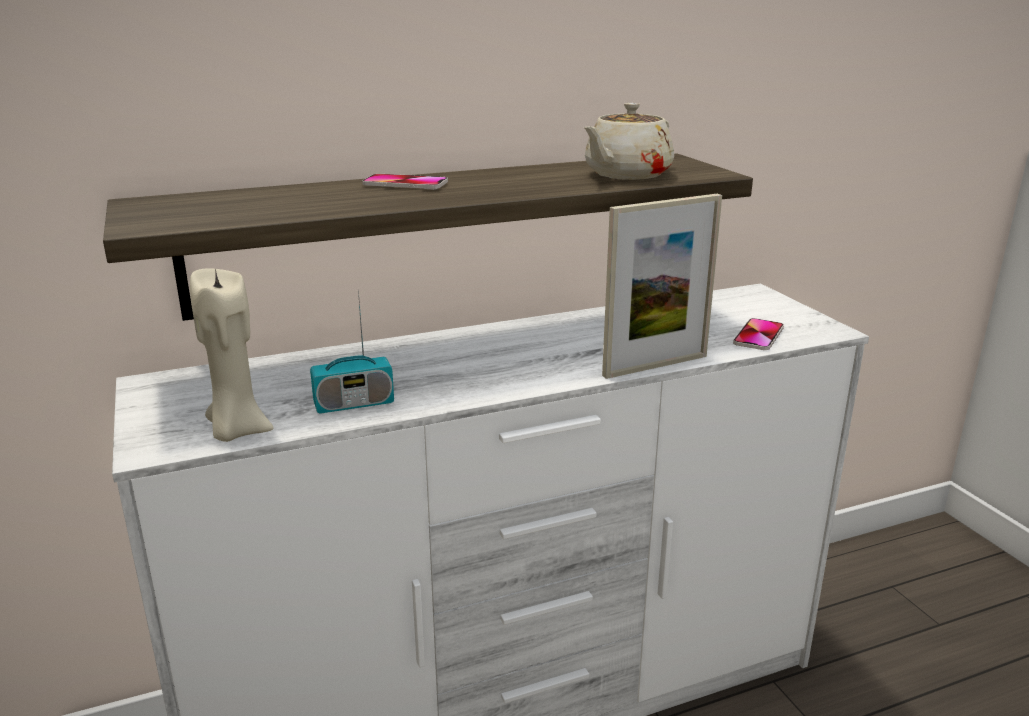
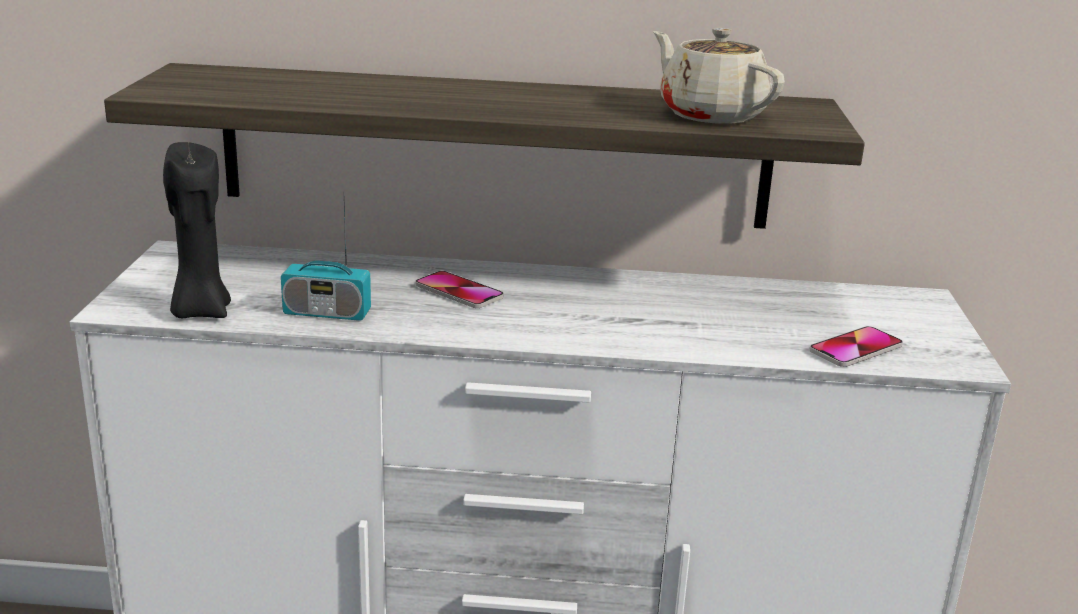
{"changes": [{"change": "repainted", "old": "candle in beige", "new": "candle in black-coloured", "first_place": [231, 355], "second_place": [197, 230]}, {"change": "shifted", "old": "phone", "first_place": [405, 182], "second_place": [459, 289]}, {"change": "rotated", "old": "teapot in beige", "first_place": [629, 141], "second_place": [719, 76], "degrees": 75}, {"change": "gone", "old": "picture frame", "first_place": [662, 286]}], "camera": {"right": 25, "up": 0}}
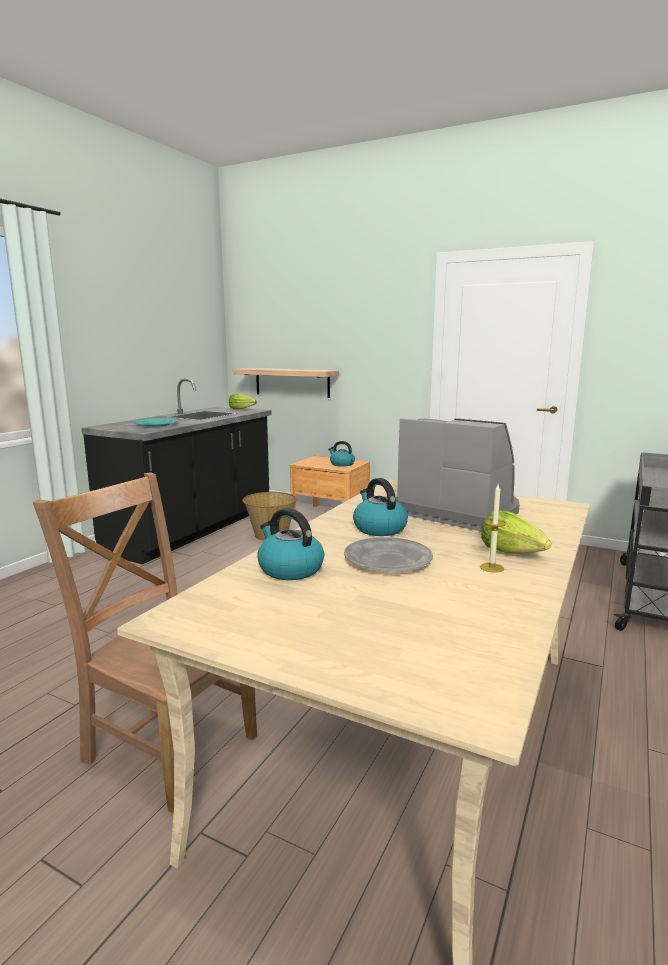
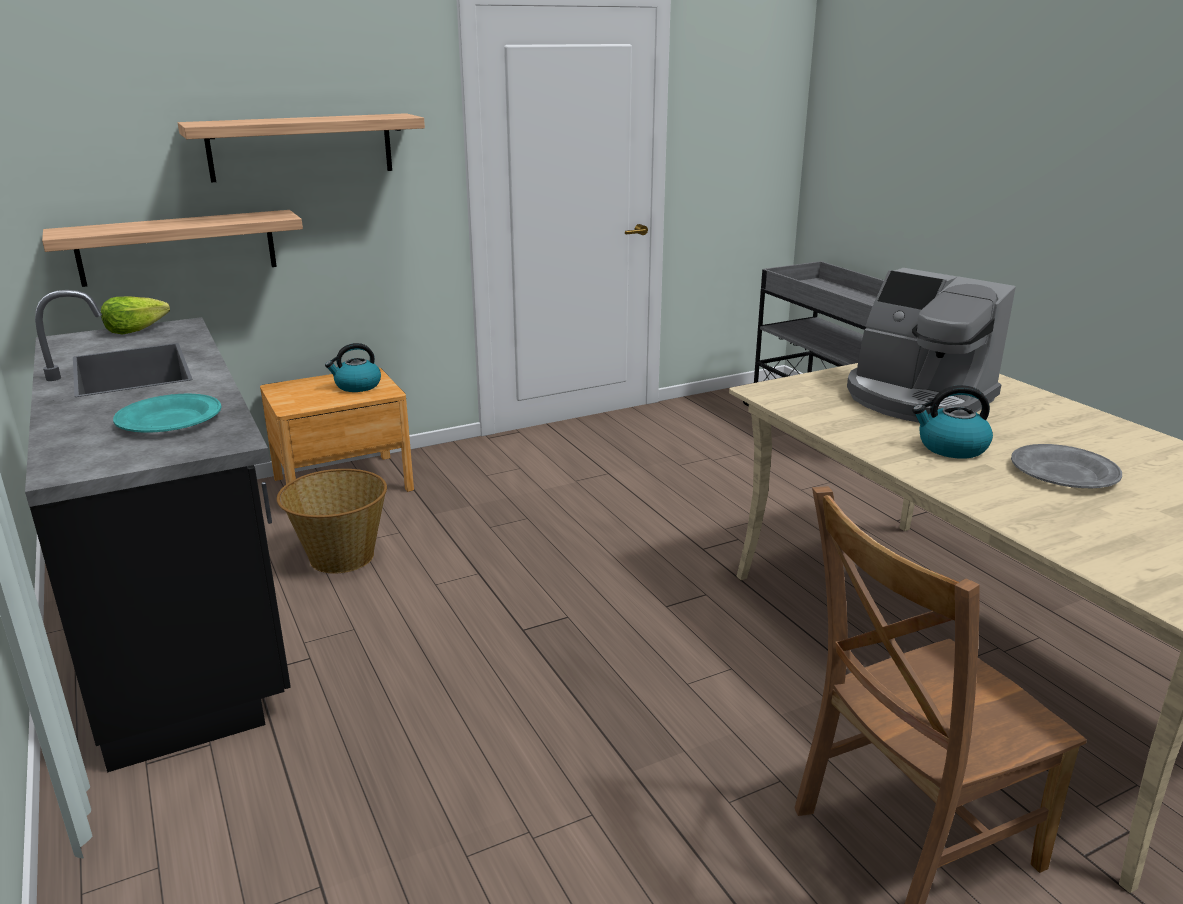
{"changes": [{"change": "new", "new": "shelf", "second_place": [301, 147]}, {"change": "rotated", "old": "coffee machine", "first_place": [457, 474], "second_place": [931, 345], "degrees": -120}, {"change": "gone", "old": "water kettle", "first_place": [290, 544]}, {"change": "gone", "old": "candle", "first_place": [493, 528]}, {"change": "gone", "old": "head of lettuce", "first_place": [516, 532]}], "camera": {"right": -55, "up": 10}}
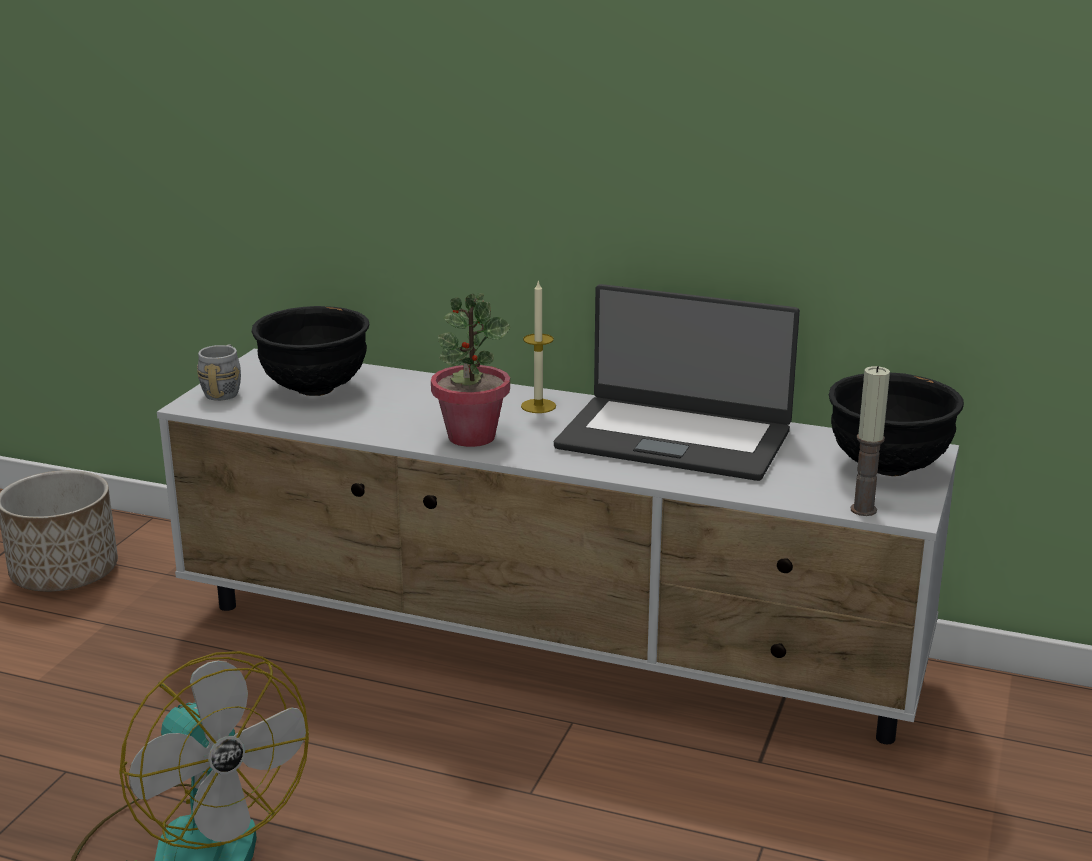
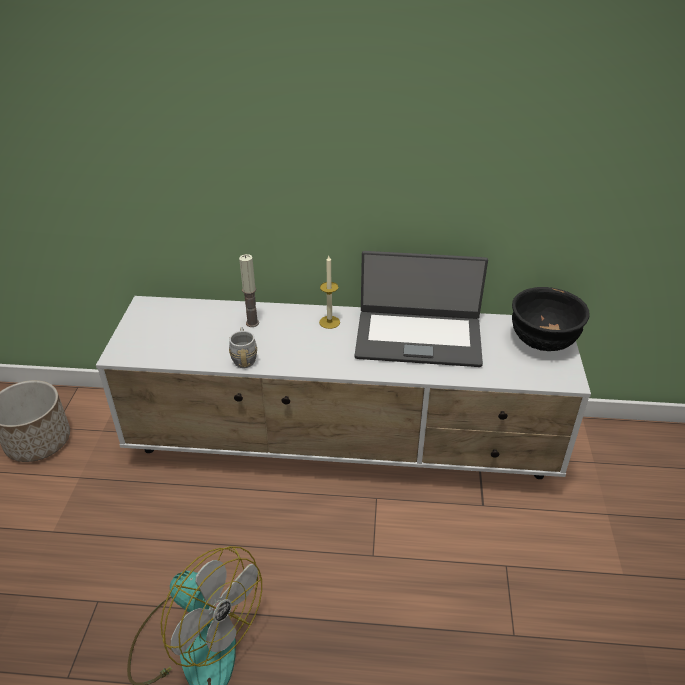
{"changes": [{"change": "shifted", "old": "coffee mug in grey", "first_place": [219, 372], "second_place": [243, 347]}, {"change": "shifted", "old": "candle", "first_place": [870, 441], "second_place": [249, 290]}, {"change": "gone", "old": "serving bowl in black-coloured", "first_place": [310, 351]}, {"change": "gone", "old": "plant in a pot", "first_place": [471, 370]}], "camera": {"right": -15, "up": 15}}
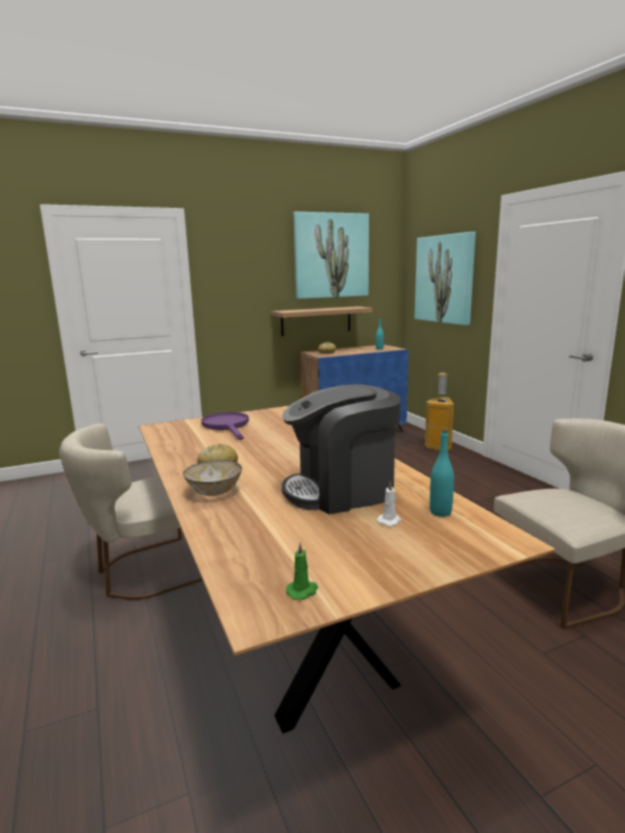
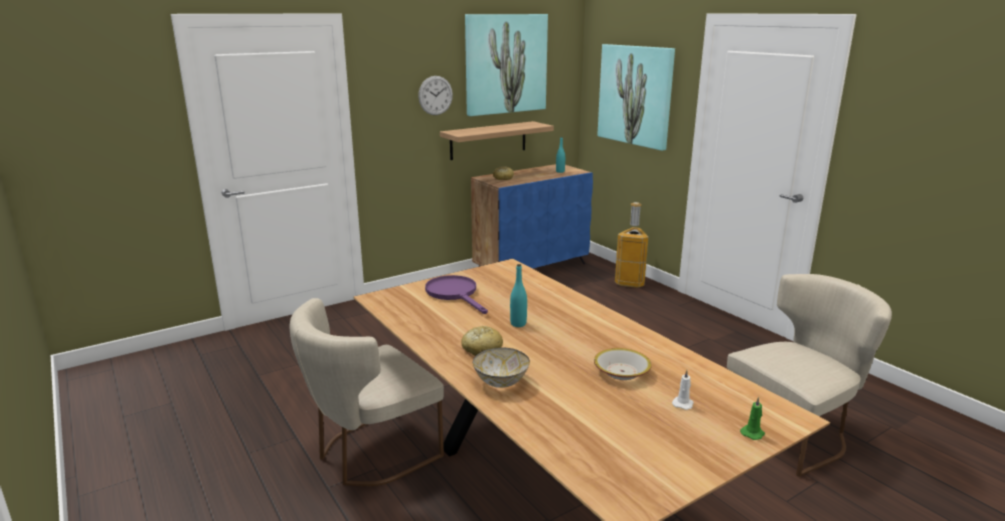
{"changes": [{"change": "new", "new": "wall clock", "second_place": [435, 95]}, {"change": "shifted", "old": "bottle in turquoise-coloured", "first_place": [442, 473], "second_place": [518, 295]}, {"change": "swapped", "old": "coffee machine", "new": "serving bowl", "first_place": [341, 449], "second_place": [623, 364]}, {"change": "shifted", "old": "candle in green-coloured", "first_place": [302, 571], "second_place": [752, 418]}], "camera": {"right": -10, "up": 5}}
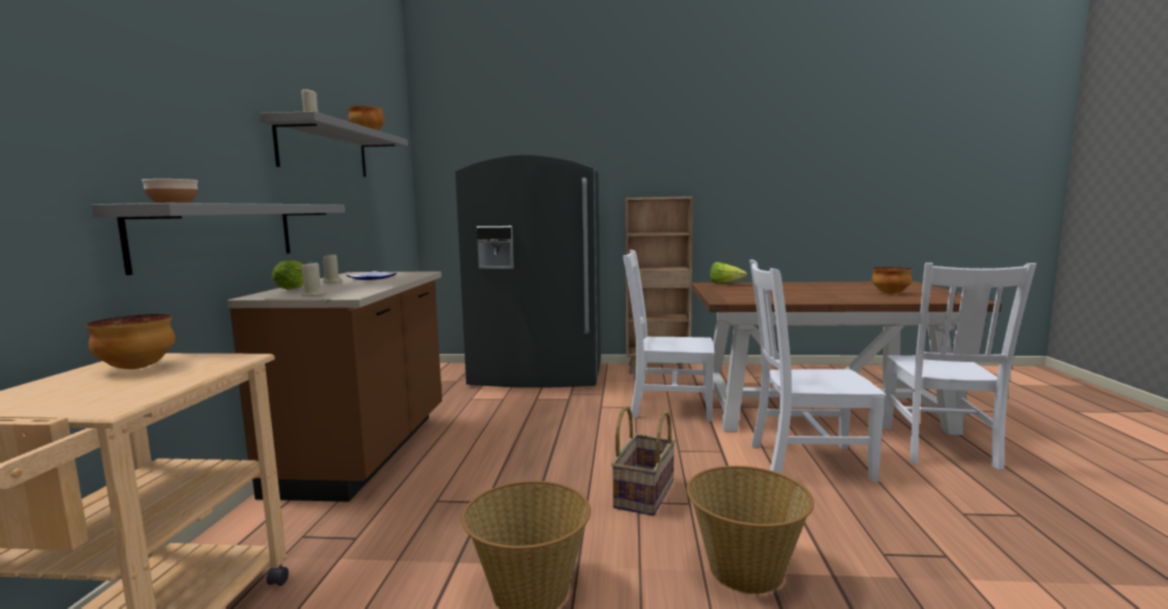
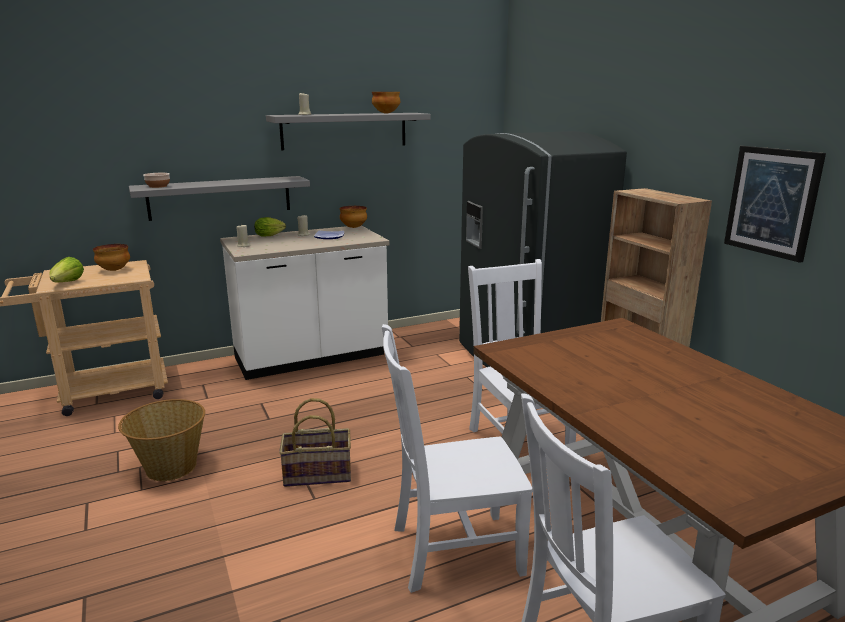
{"changes": [{"change": "shifted", "old": "head of lettuce", "first_place": [728, 273], "second_place": [67, 269]}, {"change": "repainted", "old": "counter in brownish", "new": "counter in whitish", "first_place": [335, 386], "second_place": [304, 302]}, {"change": "shifted", "old": "serving bowl", "first_place": [892, 280], "second_place": [353, 217]}, {"change": "rotated", "old": "plain chair in whitish", "first_place": [818, 371], "second_place": [457, 458], "degrees": -75}, {"change": "new", "new": "wall picture", "second_place": [775, 204]}, {"change": "gone", "old": "household basket", "first_place": [750, 530]}], "camera": {"right": 60, "up": 10}}
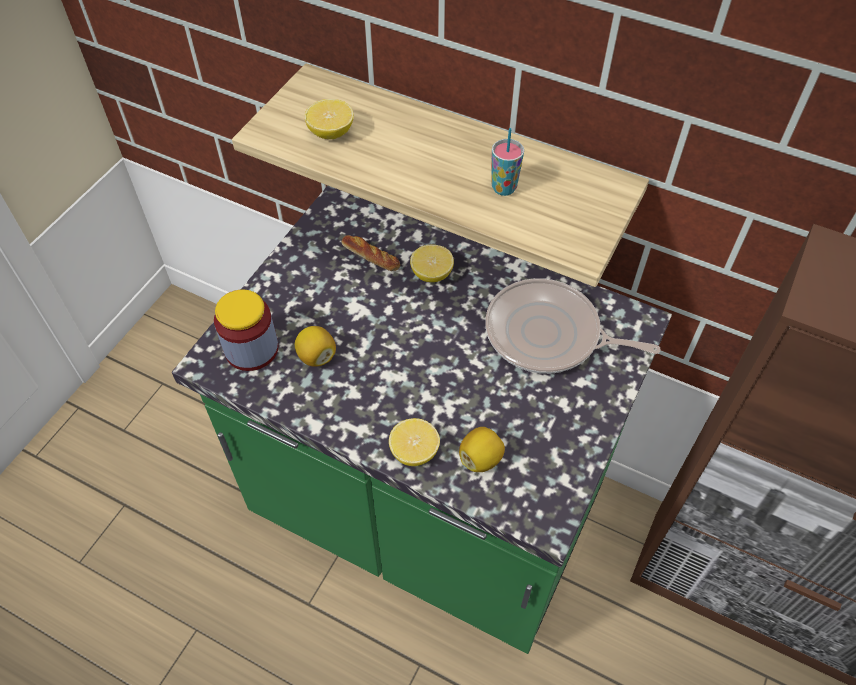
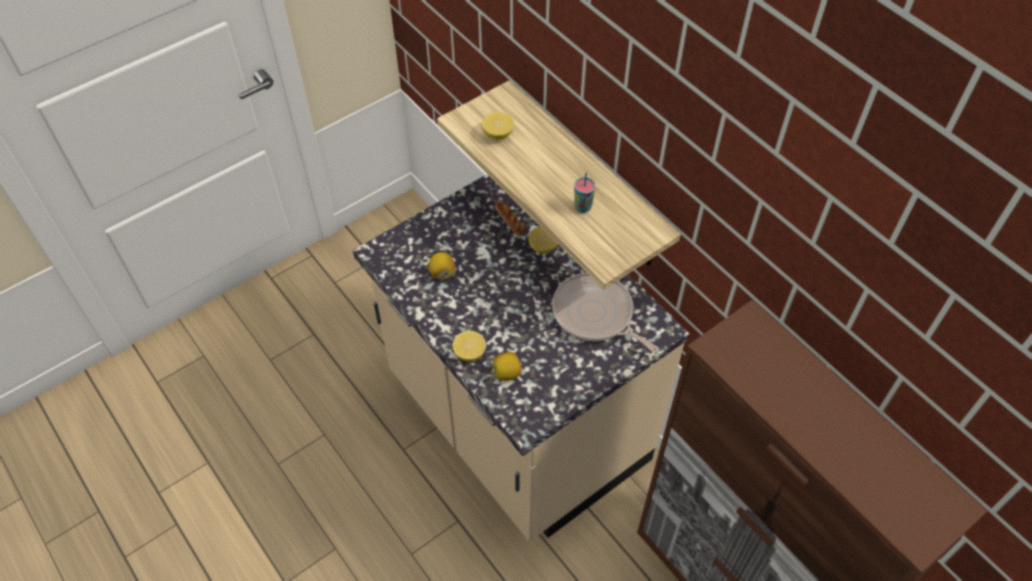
{"changes": [{"change": "repainted", "old": "counter in green-coloured", "new": "counter in beige", "first_place": [422, 419], "second_place": [521, 357]}, {"change": "gone", "old": "jar", "first_place": [246, 330]}], "camera": {"right": 25, "up": 0}}
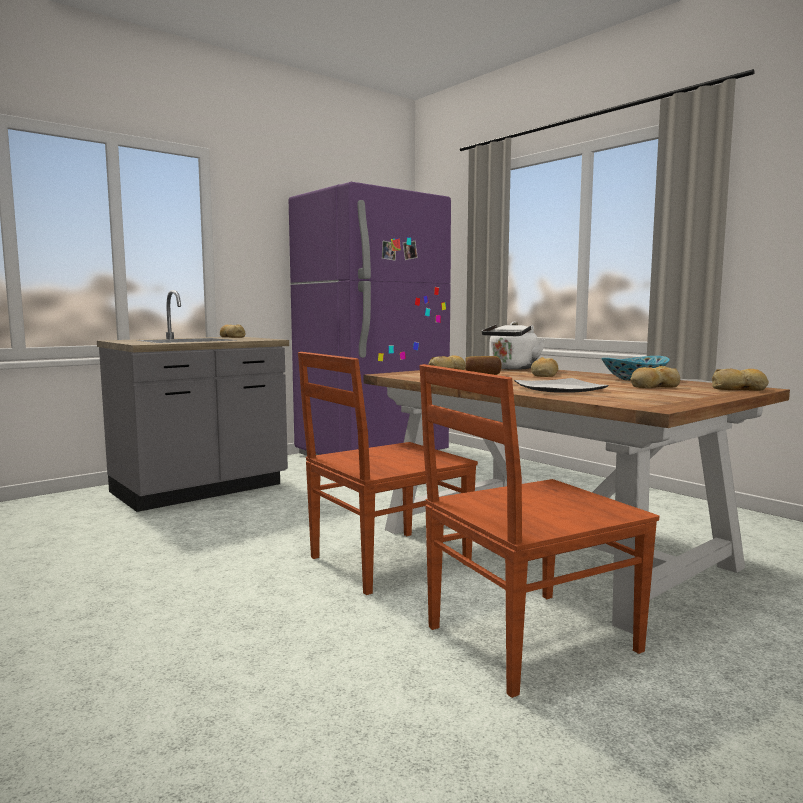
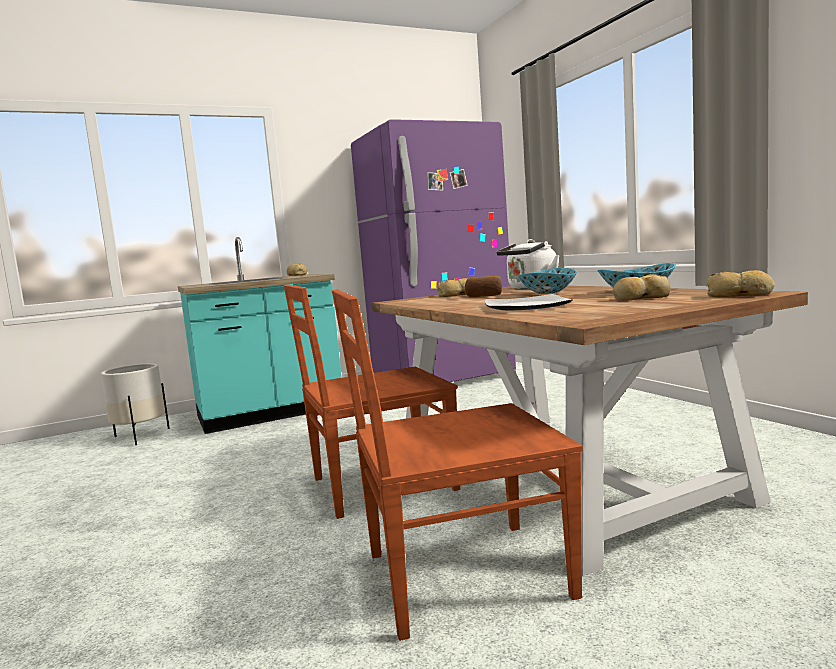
{"changes": [{"change": "new", "new": "flower pot in whitish", "second_place": [135, 404]}, {"change": "repainted", "old": "counter in grey", "new": "counter in turquoise-coloured", "first_place": [193, 401], "second_place": [260, 335]}, {"change": "swapped", "old": "baked bread", "new": "serving bowl", "first_place": [544, 367], "second_place": [547, 281]}], "camera": {"right": 15, "up": 0}}
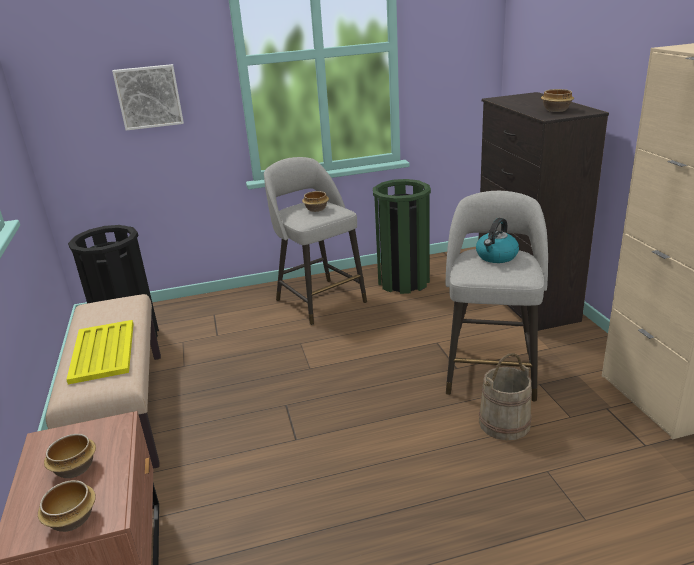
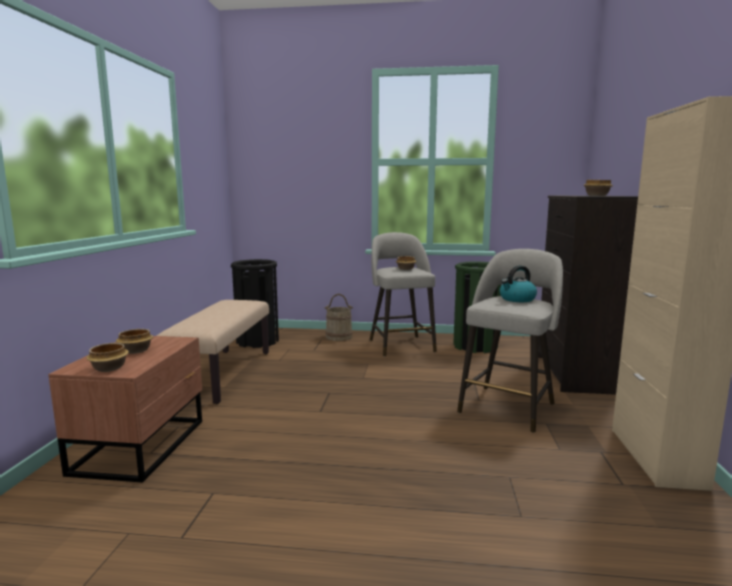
{"changes": [{"change": "shifted", "old": "bucket in beige", "first_place": [505, 396], "second_place": [338, 317]}, {"change": "gone", "old": "carrying tray in yellow-coloured", "first_place": [99, 352]}, {"change": "gone", "old": "wall picture", "first_place": [148, 97]}], "camera": {"right": 20, "up": -15}}
